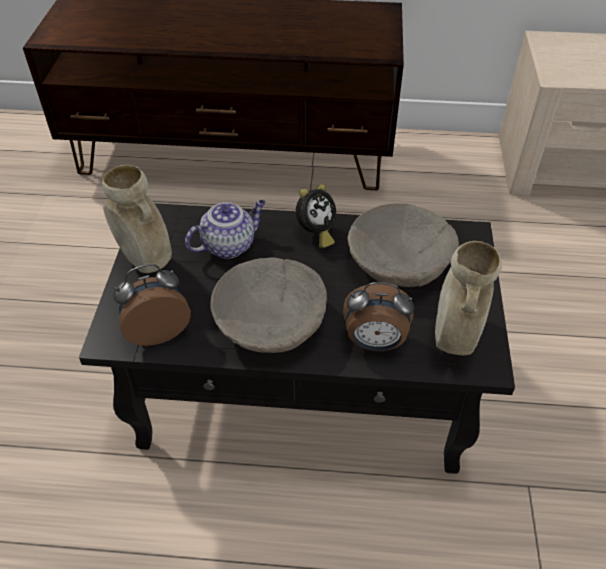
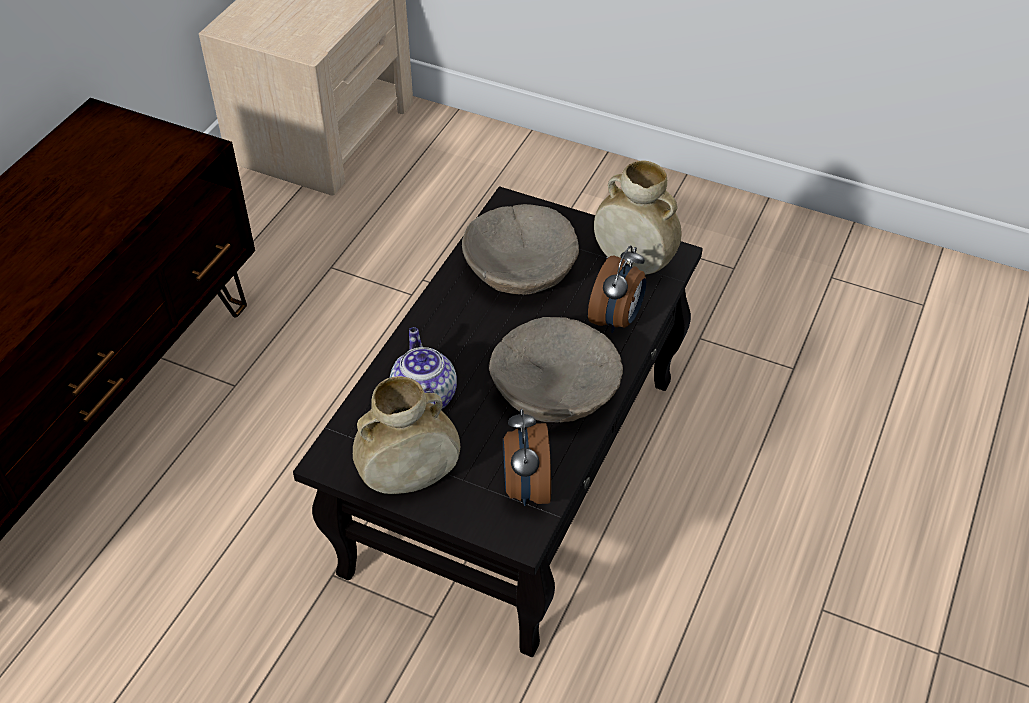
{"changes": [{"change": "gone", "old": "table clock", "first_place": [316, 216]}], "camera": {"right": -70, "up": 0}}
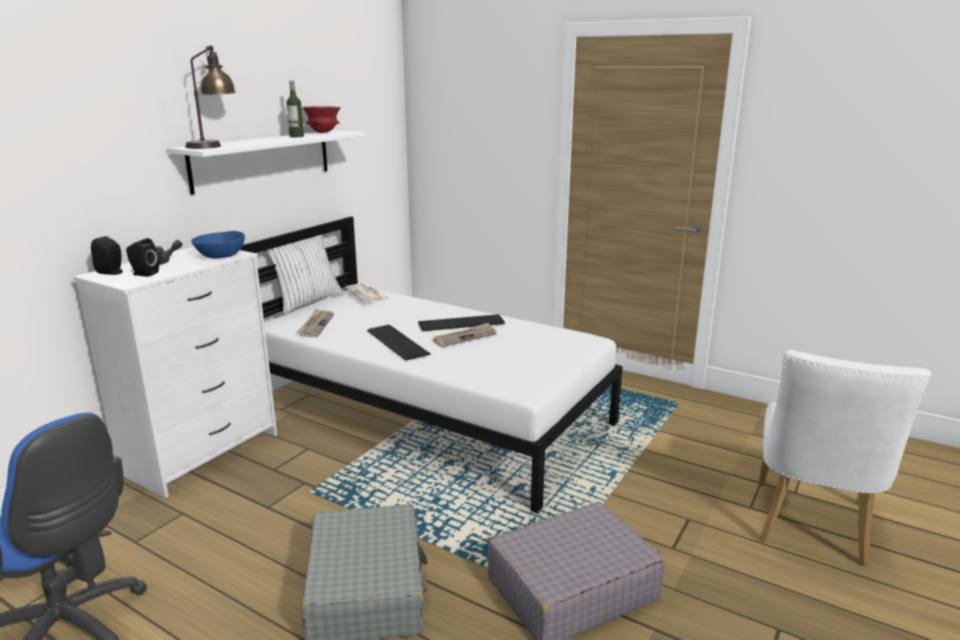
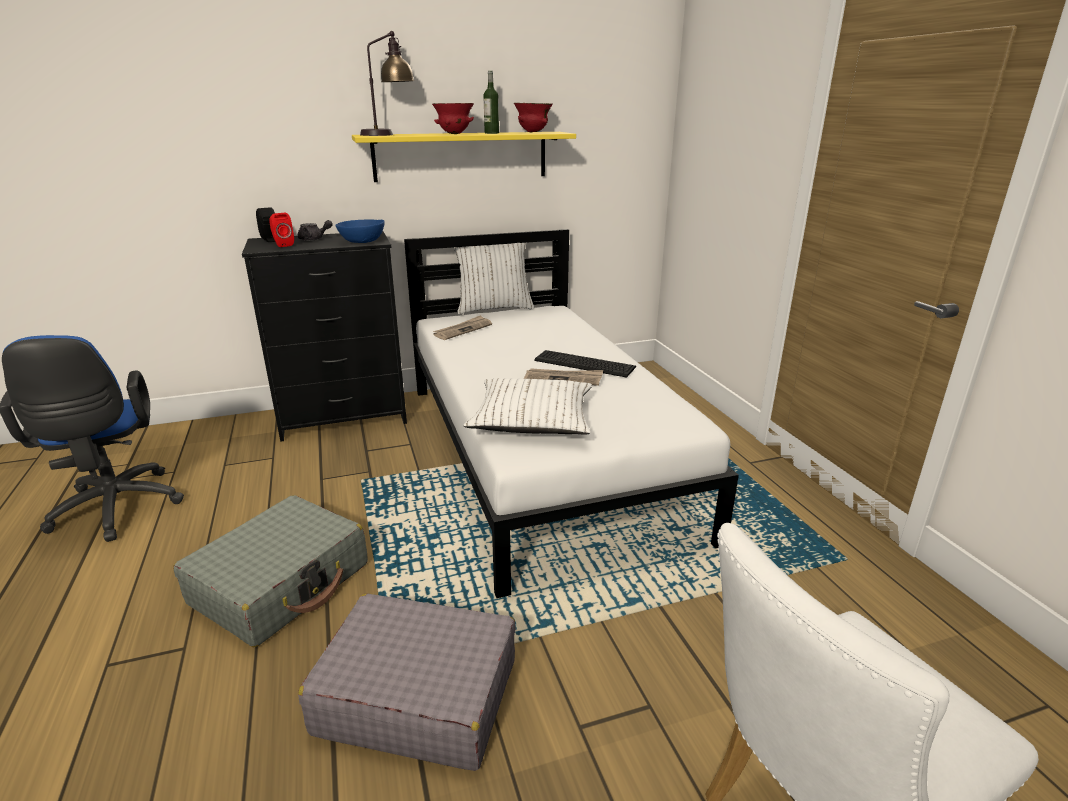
{"changes": [{"change": "repainted", "old": "drawer chest in whitish", "new": "drawer chest in black-coloured", "first_place": [175, 372], "second_place": [324, 336]}, {"change": "repainted", "old": "audio speaker in black-coloured", "new": "audio speaker in reddish", "first_place": [142, 257], "second_place": [281, 230]}, {"change": "repainted", "old": "shelf in whitish", "new": "shelf in yellow-coloured", "first_place": [267, 162], "second_place": [464, 157]}, {"change": "new", "new": "serving bowl in reddish", "second_place": [453, 118]}, {"change": "new", "new": "pillow in whitish", "second_place": [527, 406]}, {"change": "gone", "old": "printed paper", "first_place": [367, 293]}, {"change": "gone", "old": "computer keyboard", "first_place": [399, 343]}], "camera": {"right": 40, "up": 5}}
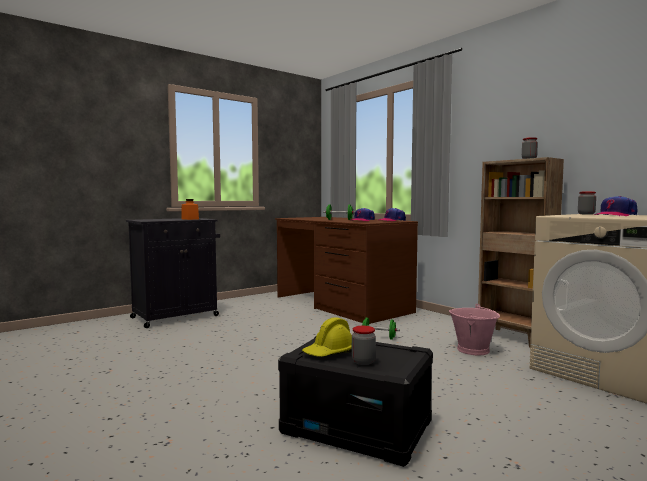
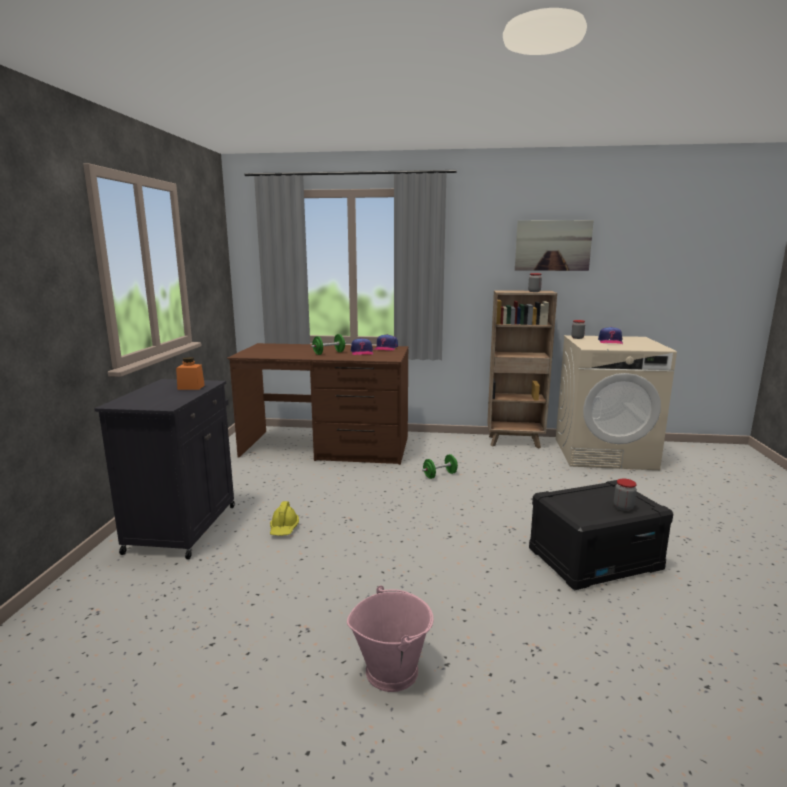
{"changes": [{"change": "shifted", "old": "hard hat in yellow-coloured", "first_place": [327, 337], "second_place": [284, 518]}, {"change": "shifted", "old": "bucket in pinkish", "first_place": [474, 329], "second_place": [390, 639]}, {"change": "new", "new": "wall picture", "second_place": [554, 245]}], "camera": {"right": -45, "up": 10}}
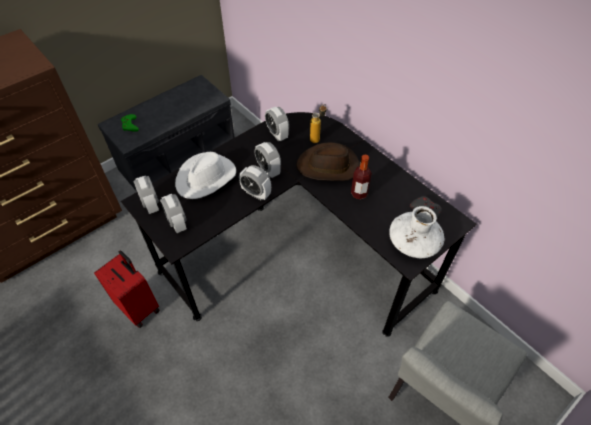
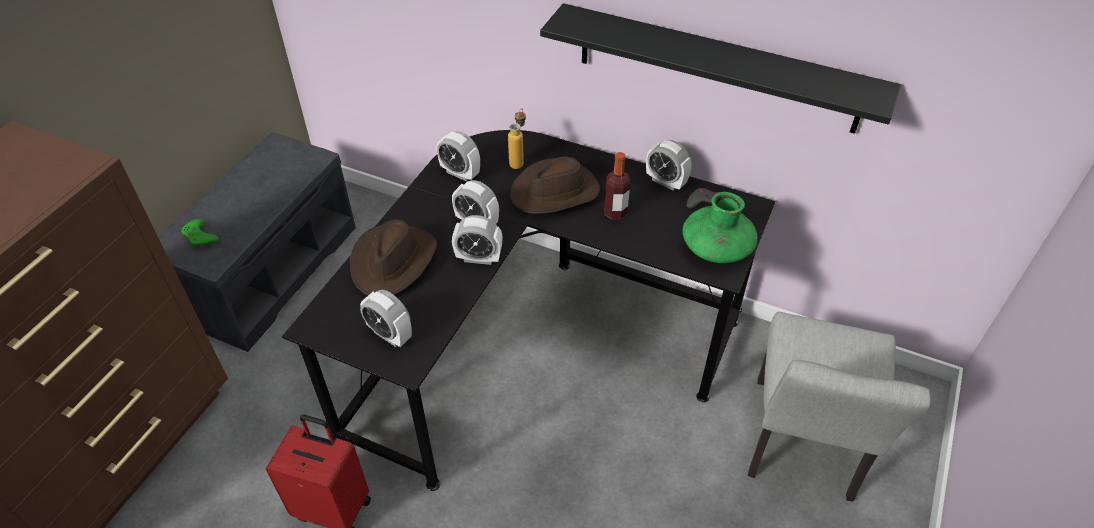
{"changes": [{"change": "repainted", "old": "hat in whitish", "new": "hat in brownish", "first_place": [205, 175], "second_place": [393, 257]}, {"change": "new", "new": "shelf in black-coloured", "second_place": [720, 68]}, {"change": "shifted", "old": "table clock", "first_place": [146, 194], "second_place": [669, 165]}, {"change": "repainted", "old": "decorative vase in whitish", "new": "decorative vase in green-coloured", "first_place": [416, 232], "second_place": [720, 227]}], "camera": {"right": -25, "up": -5}}
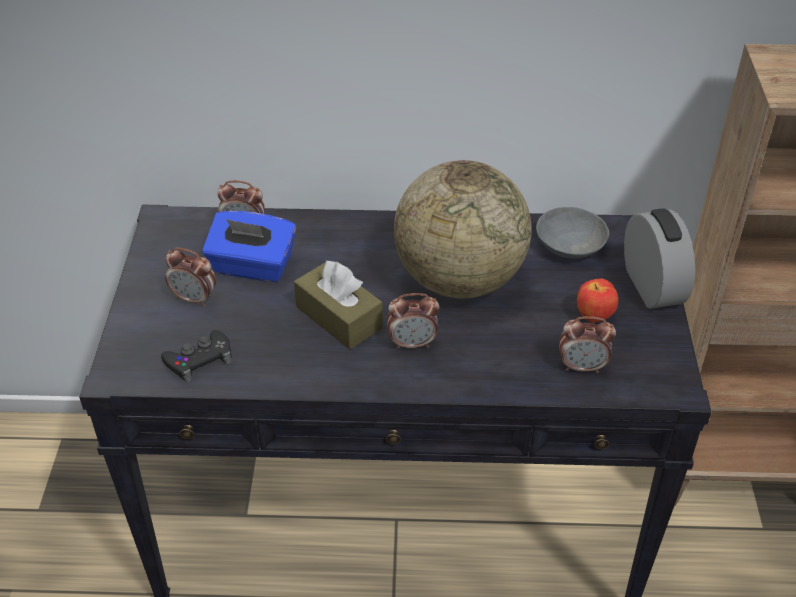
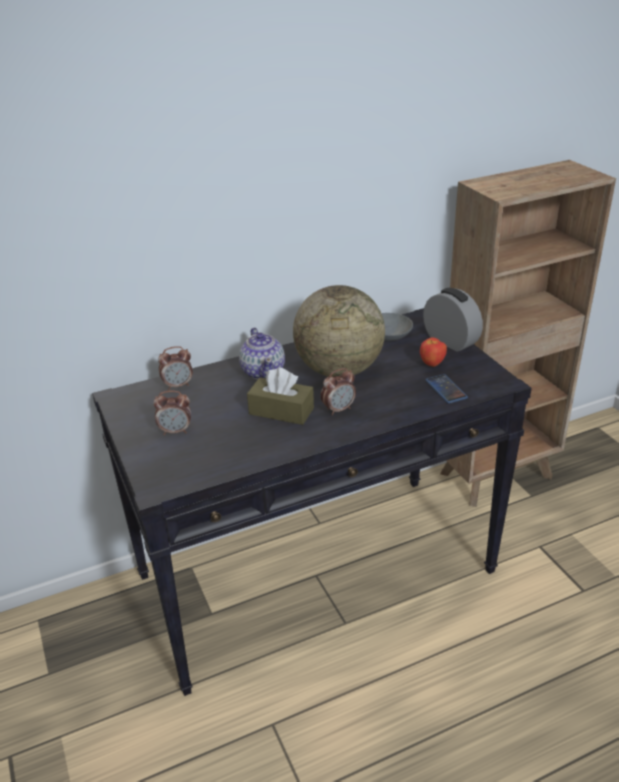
{"changes": [{"change": "new", "new": "teapot", "second_place": [262, 354]}, {"change": "swapped", "old": "table clock", "new": "phone", "first_place": [587, 344], "second_place": [446, 389]}, {"change": "gone", "old": "game controller in black-coloured", "first_place": [196, 356]}, {"change": "gone", "old": "box of tissues in bluish", "first_place": [249, 246]}], "camera": {"right": -25, "up": -10}}
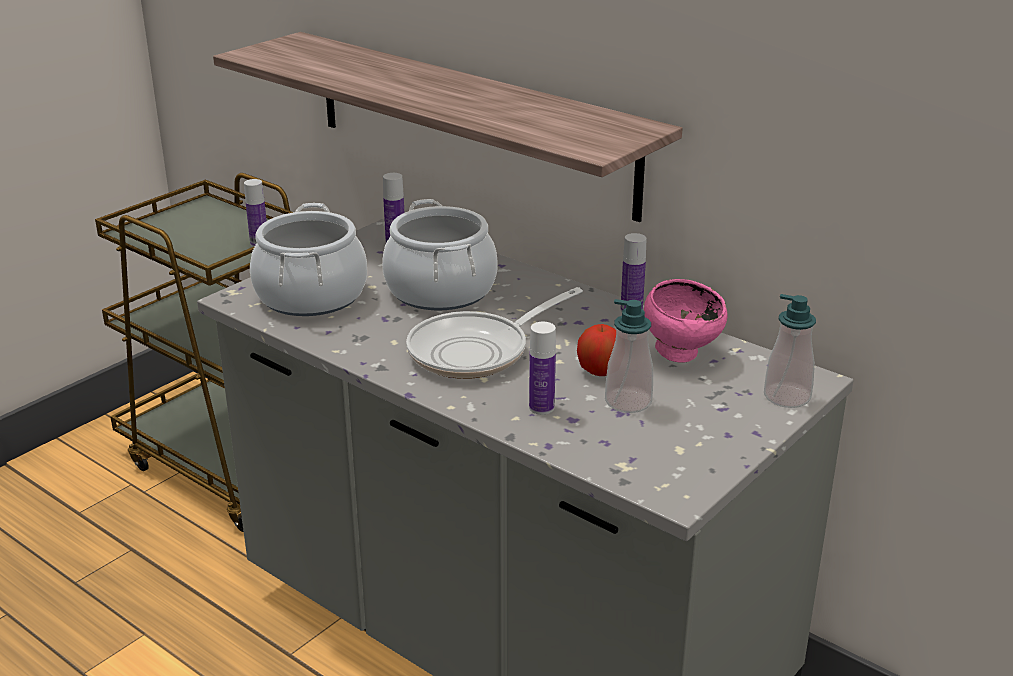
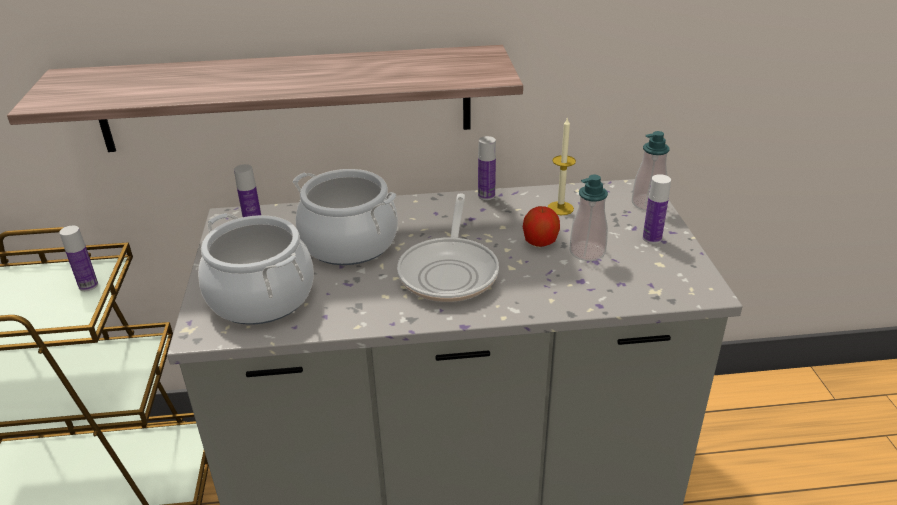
{"changes": [{"change": "swapped", "old": "serving bowl in pinkish", "new": "candle", "first_place": [686, 321], "second_place": [562, 166]}, {"change": "shifted", "old": "bottle", "first_place": [542, 368], "second_place": [657, 209]}], "camera": {"right": -45, "up": 5}}
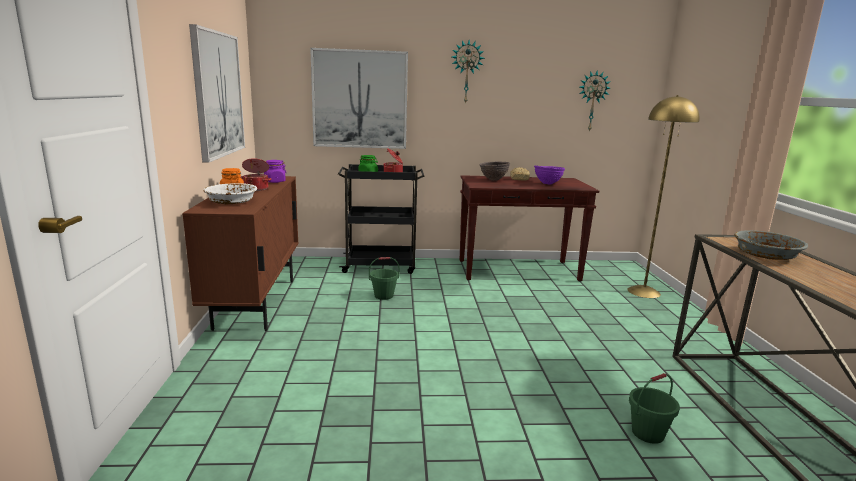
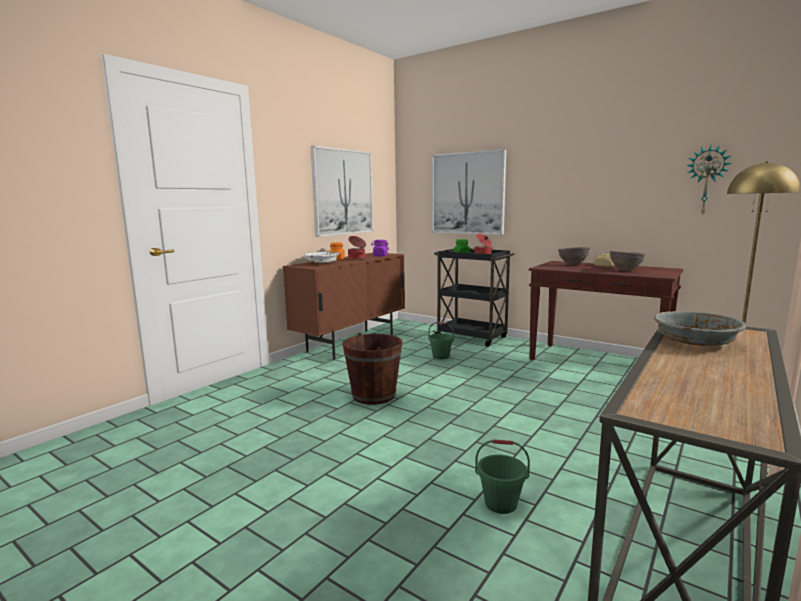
{"changes": [{"change": "new", "new": "bucket in brownish", "second_place": [372, 368]}, {"change": "repainted", "old": "serving bowl in purple", "new": "serving bowl in brownish", "first_place": [549, 175], "second_place": [628, 261]}, {"change": "gone", "old": "wall clock", "first_place": [468, 72]}], "camera": {"right": 40, "up": -5}}
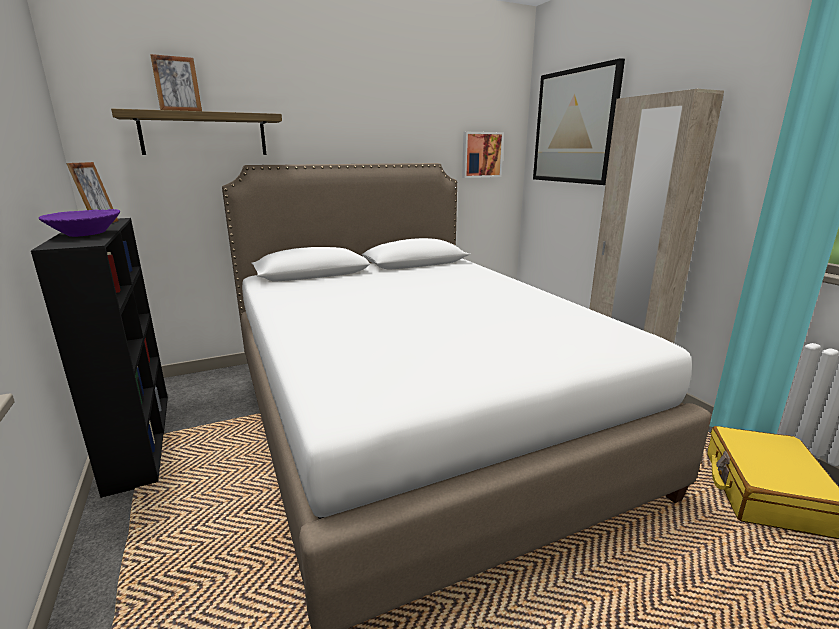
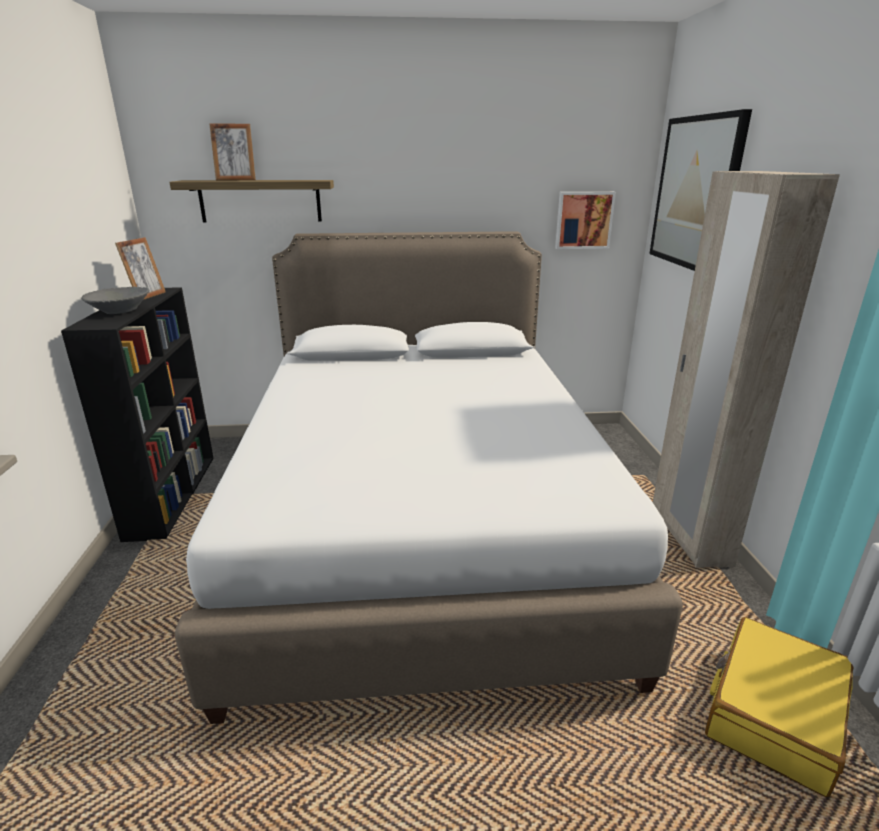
{"changes": [{"change": "repainted", "old": "serving bowl in purple", "new": "serving bowl in grey", "first_place": [79, 223], "second_place": [115, 300]}], "camera": {"right": 20, "up": 5}}
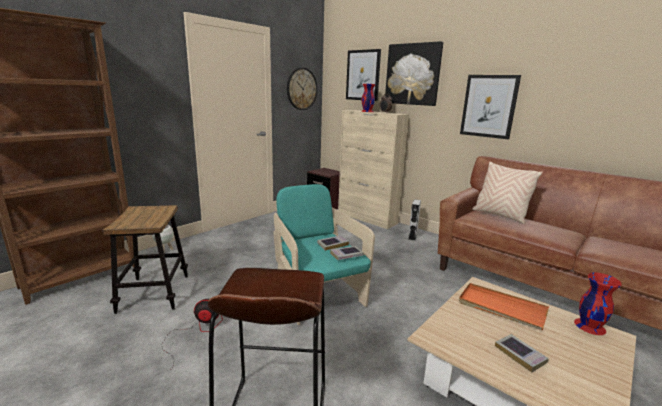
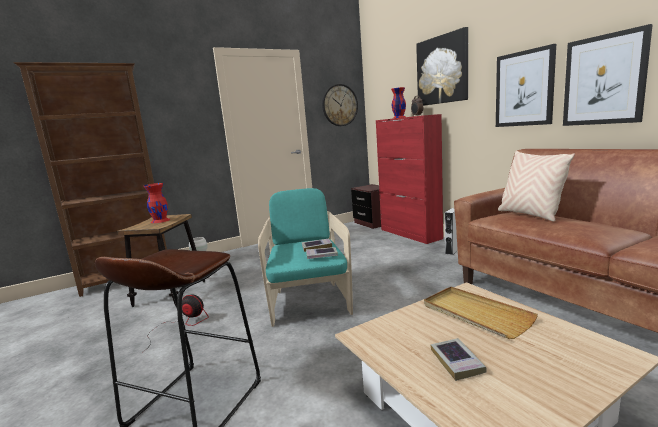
{"changes": [{"change": "shifted", "old": "decorative vase in reddish", "first_place": [598, 303], "second_place": [156, 203]}, {"change": "repainted", "old": "storage cabinet in beige", "new": "storage cabinet in reddish", "first_place": [373, 169], "second_place": [409, 179]}, {"change": "repainted", "old": "carrying tray in orange-coloured", "new": "carrying tray in beige", "first_place": [504, 306], "second_place": [481, 313]}, {"change": "shifted", "old": "wall picture", "first_place": [363, 75], "second_place": [608, 75]}], "camera": {"right": 20, "up": -5}}
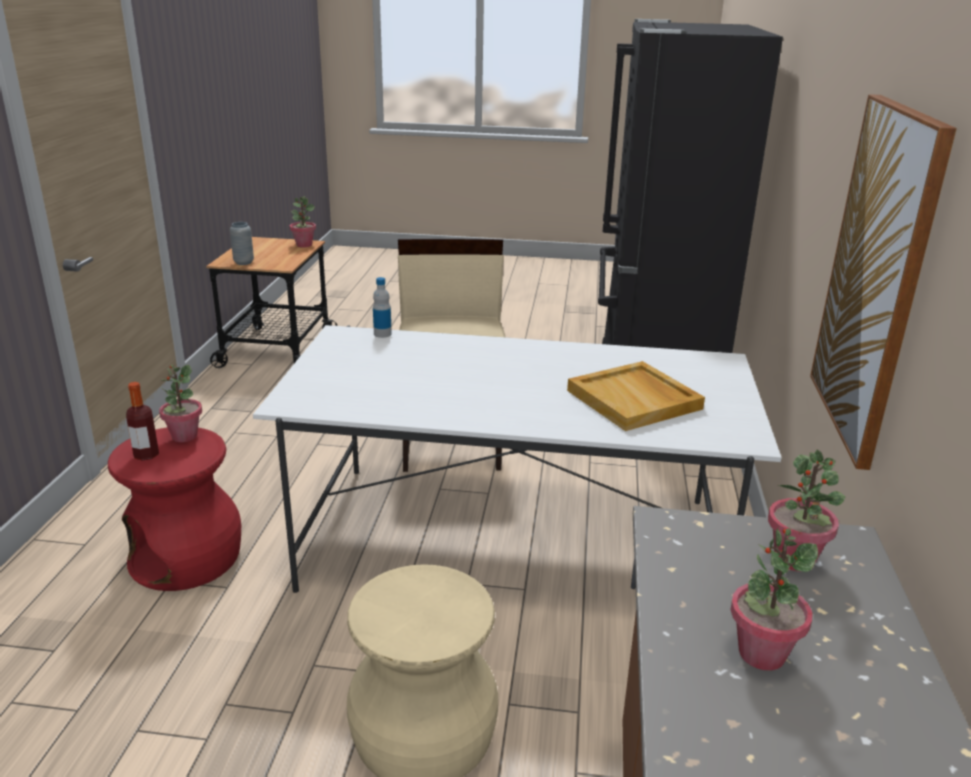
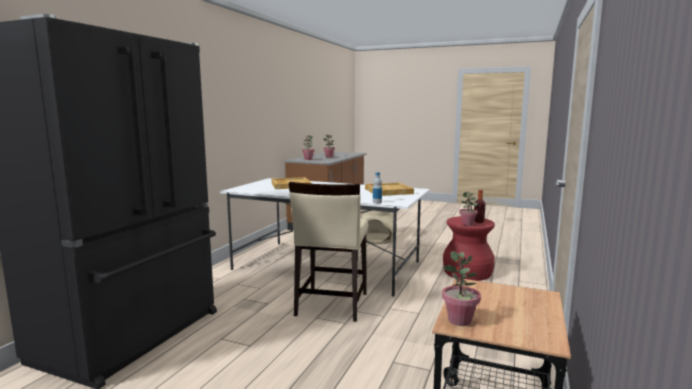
{"changes": [{"change": "new", "new": "carrying tray in beige", "second_place": [389, 189]}, {"change": "gone", "old": "decorative vase in grey", "first_place": [242, 243]}, {"change": "gone", "old": "wall picture", "first_place": [883, 282]}], "camera": {"right": -165, "up": -15}}
